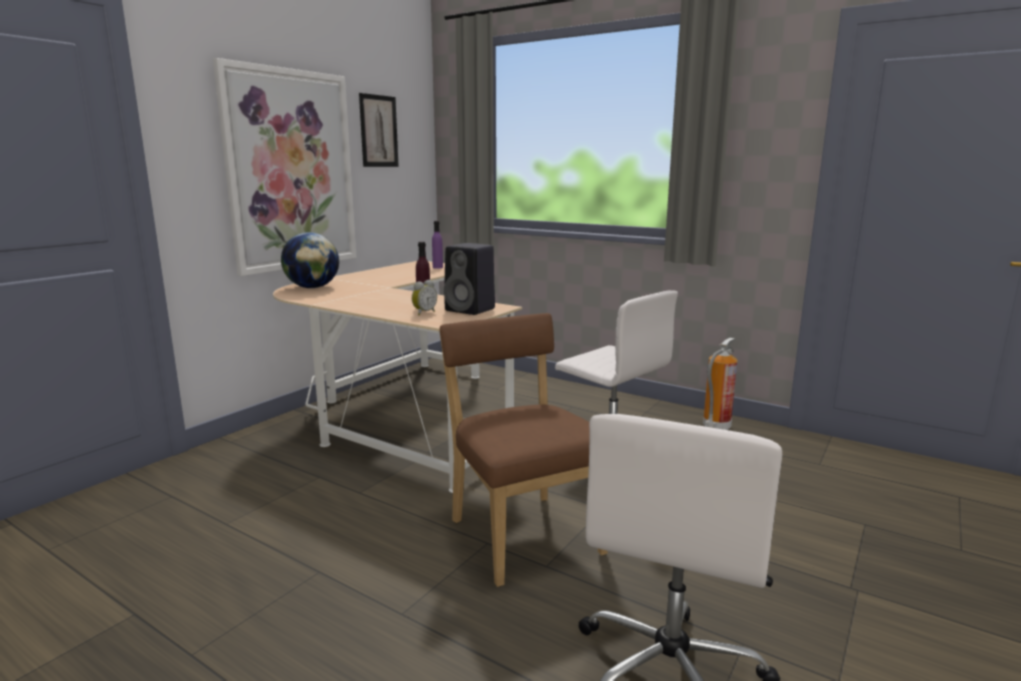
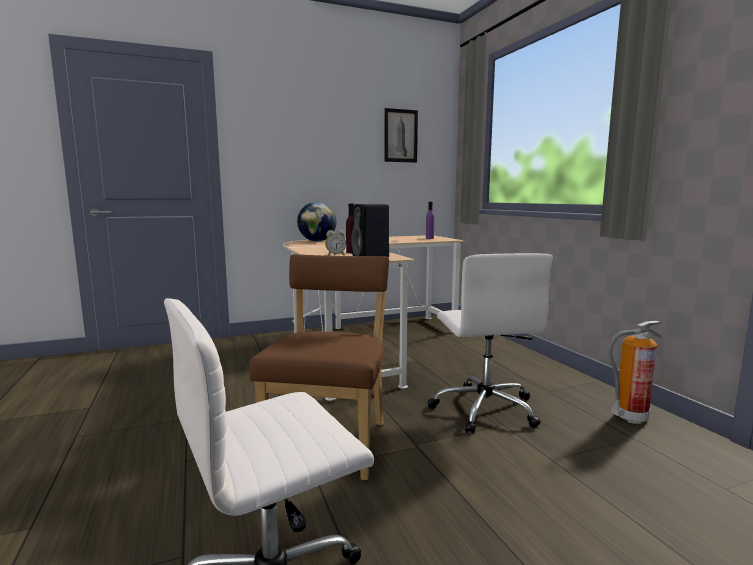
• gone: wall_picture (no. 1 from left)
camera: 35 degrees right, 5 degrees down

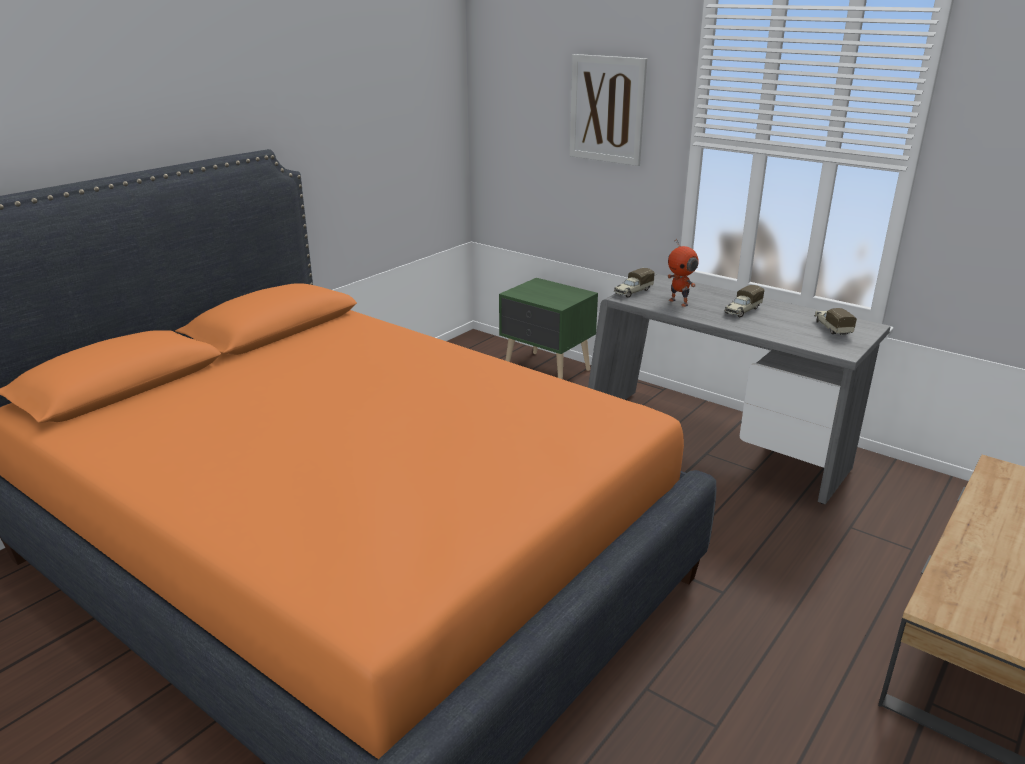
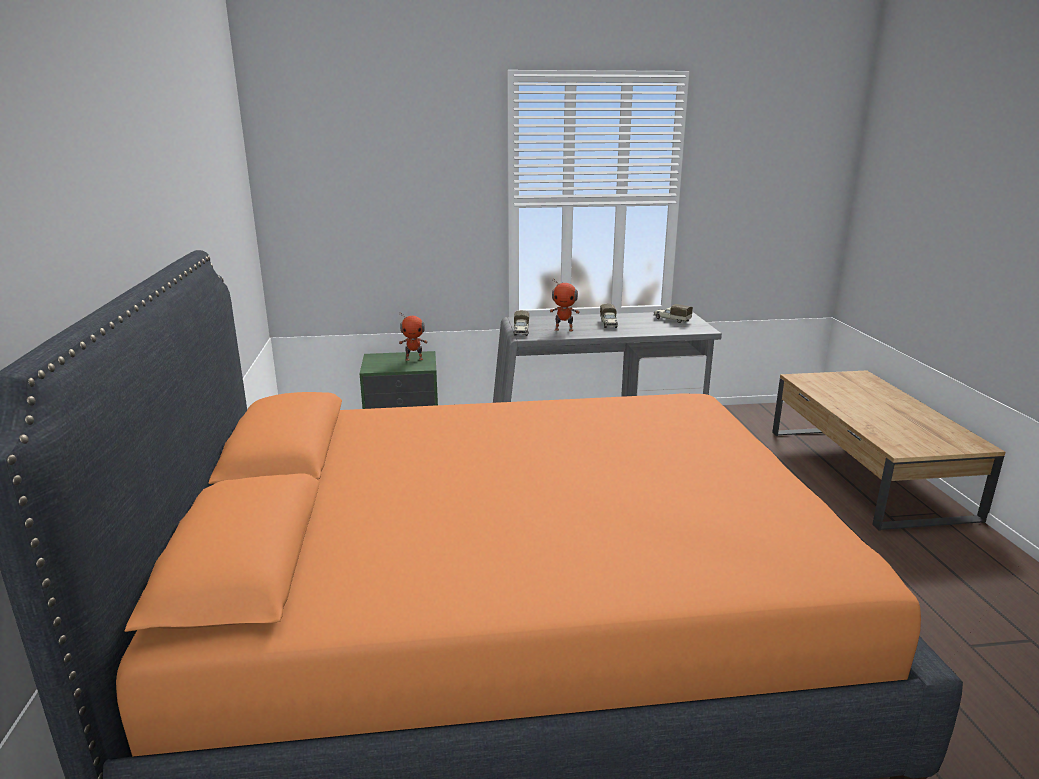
• new: toy_robot (no. 1 from left)
• gone: wall_picture
camera: 45 degrees left, 5 degrees down

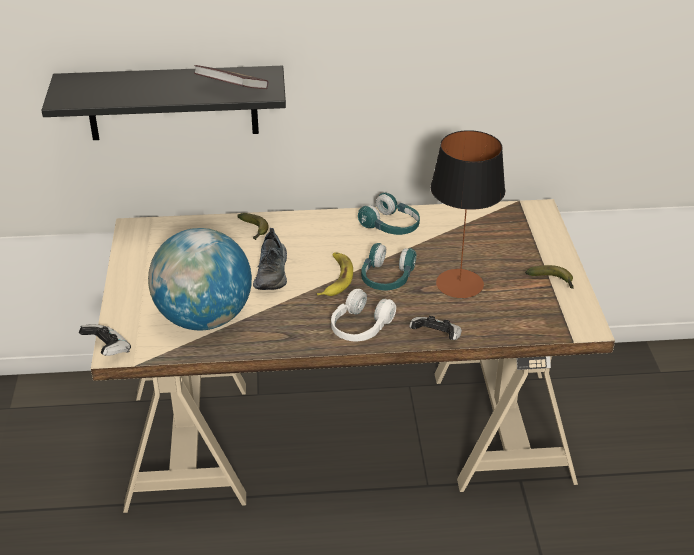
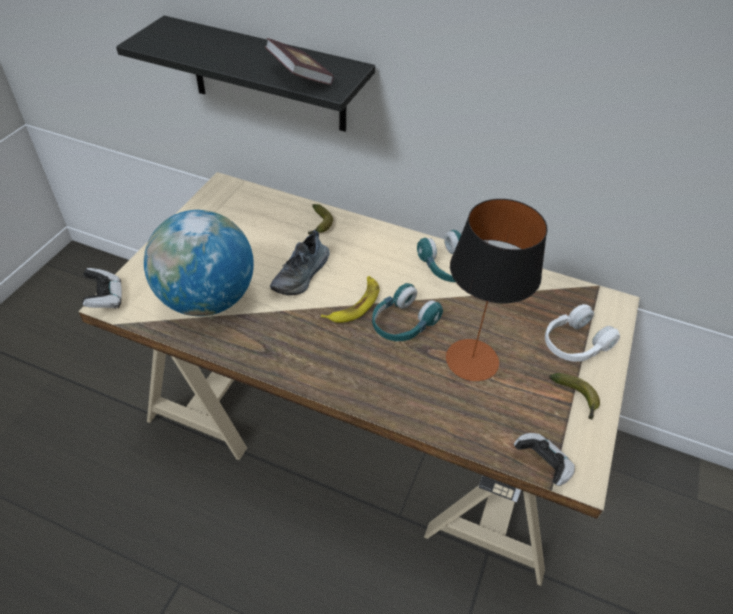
• shifted: gamepad (no. 2 from left)
• shifted: white-coloured_pair_of_headphones
camera: 25 degrees right, 10 degrees up

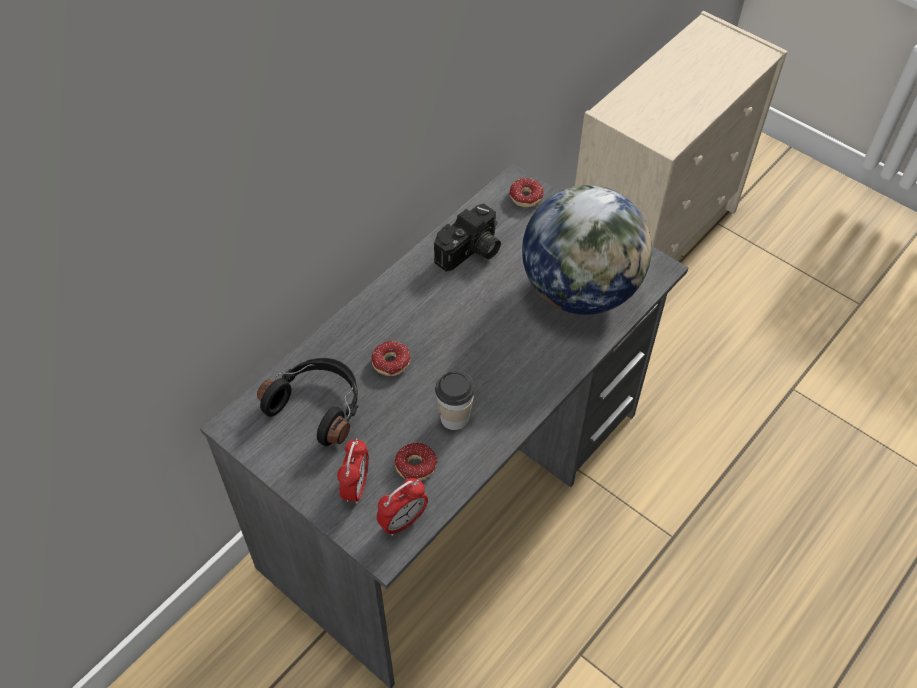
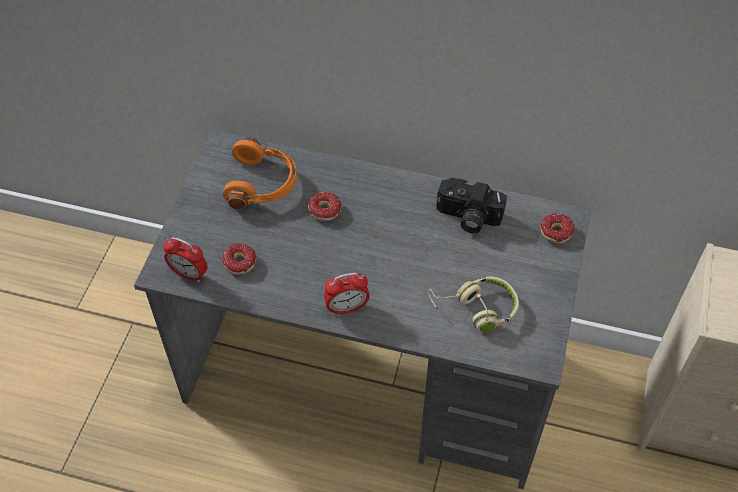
• repainted: black-coloured_pair_of_headphones to orange_pair_of_headphones
• shifted: alarm_clock (no. 1 from left in the first image) to alarm_clock (no. 2 from left)
• swapped: world_globe to beige_pair_of_headphones
• gone: cup
camera: 65 degrees right, 0 degrees up

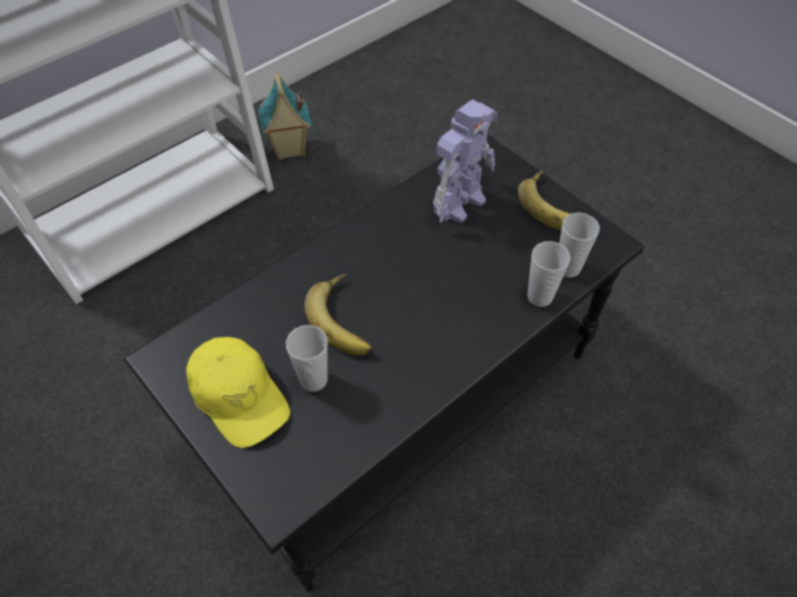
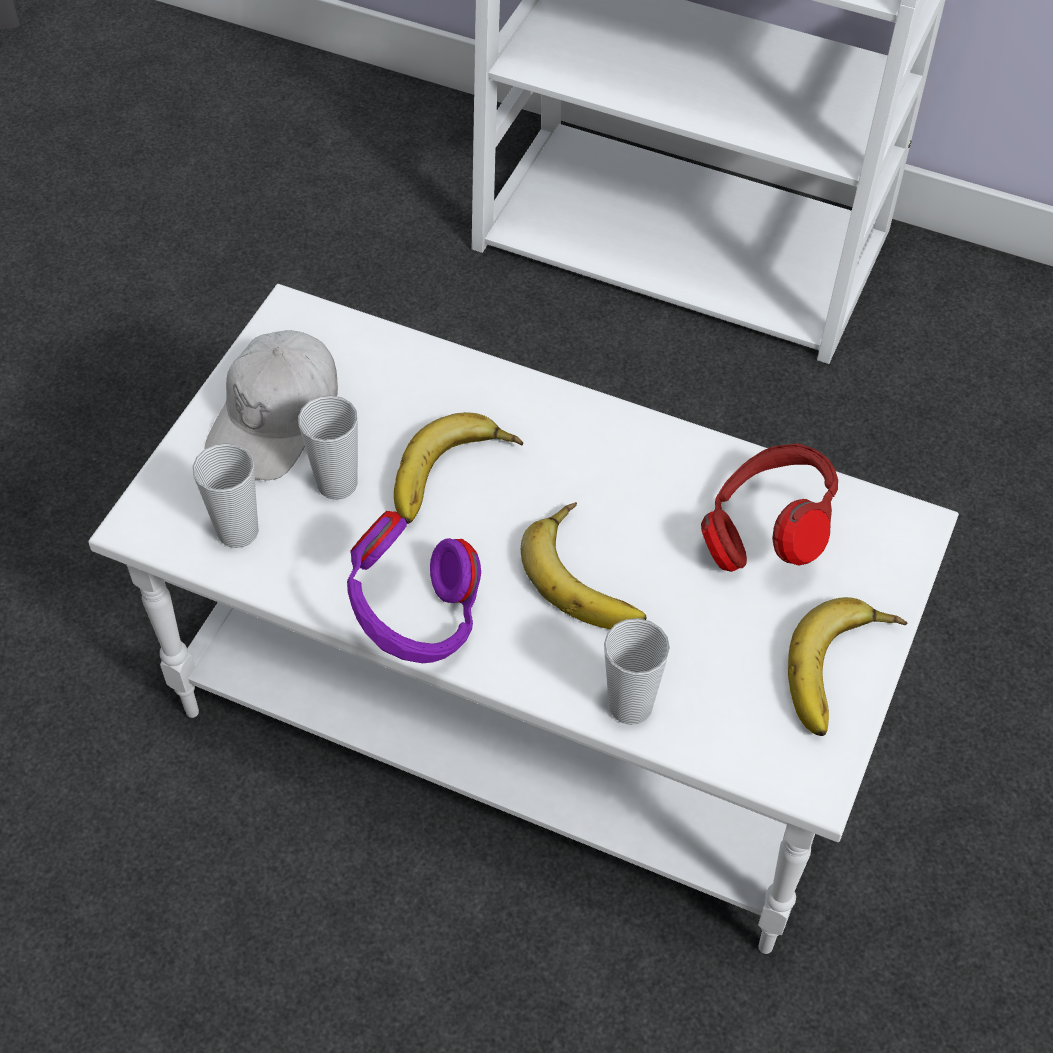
• repainted: black-coloured_low_table to white-coloured_low_table
• shifted: cup (no. 3 from left in the first image) to cup (no. 1 from left)
• repainted: yellowish_peaked_cap to white-coloured_peaked_cap
• new: purple_pair_of_headphones
• new: banana_fruit (no. 2 from left)
• swapped: toy_robot to red-coloured_pair_of_headphones
• gone: toy_house
camera: 65 degrees right, 0 degrees up

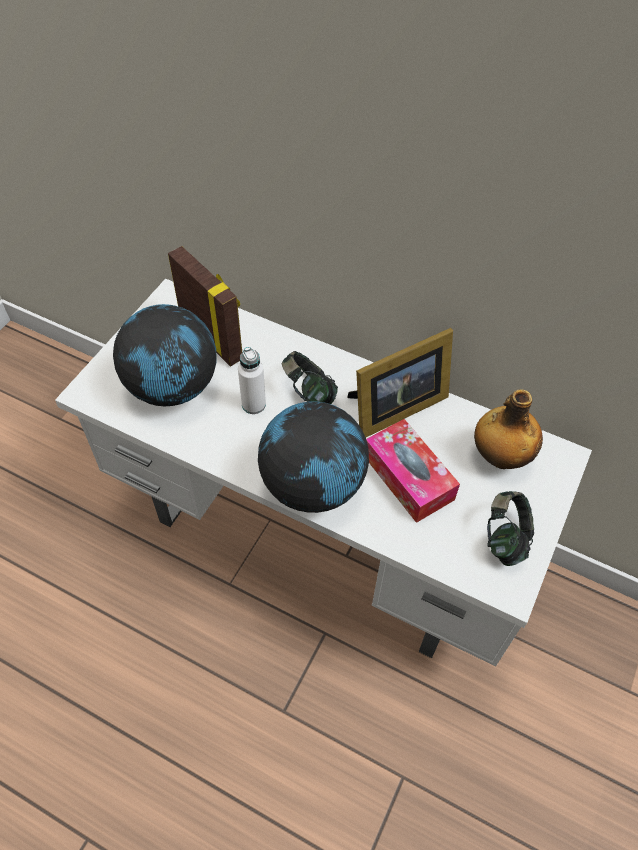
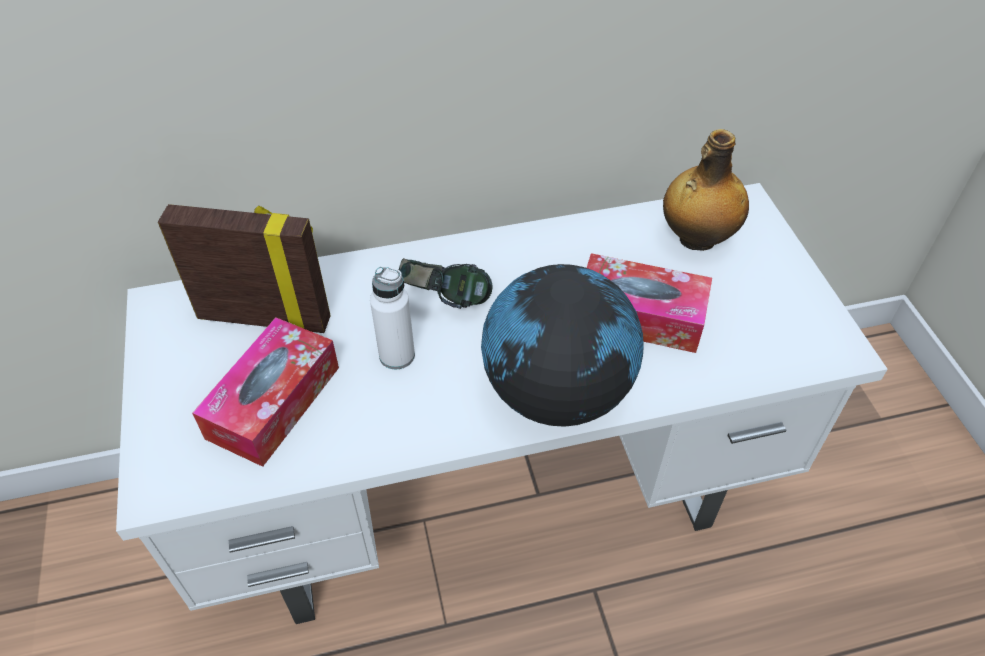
• swapped: world_globe (no. 1 from left) to tissue_holder (no. 1 from left)
• gone: picture_frame (no. 2 from left)
• gone: pair_of_headphones (no. 2 from left)
camera: 40 degrees left, 5 degrees down

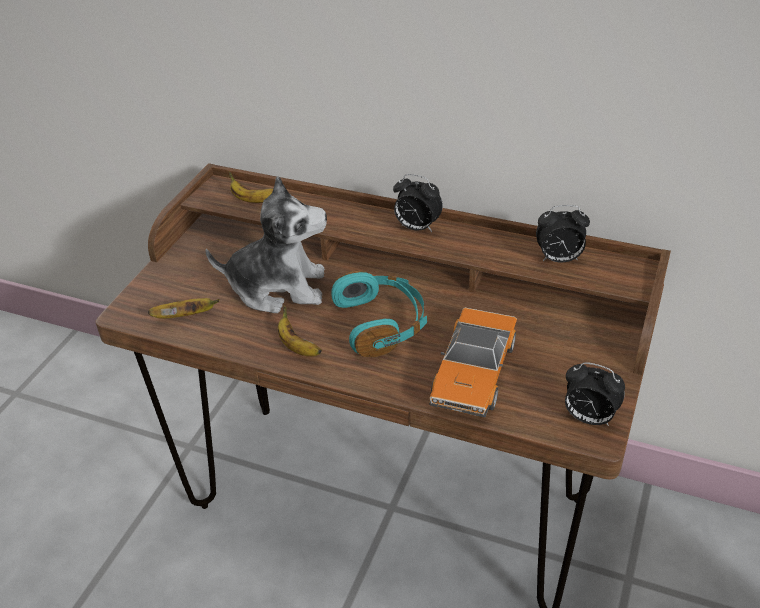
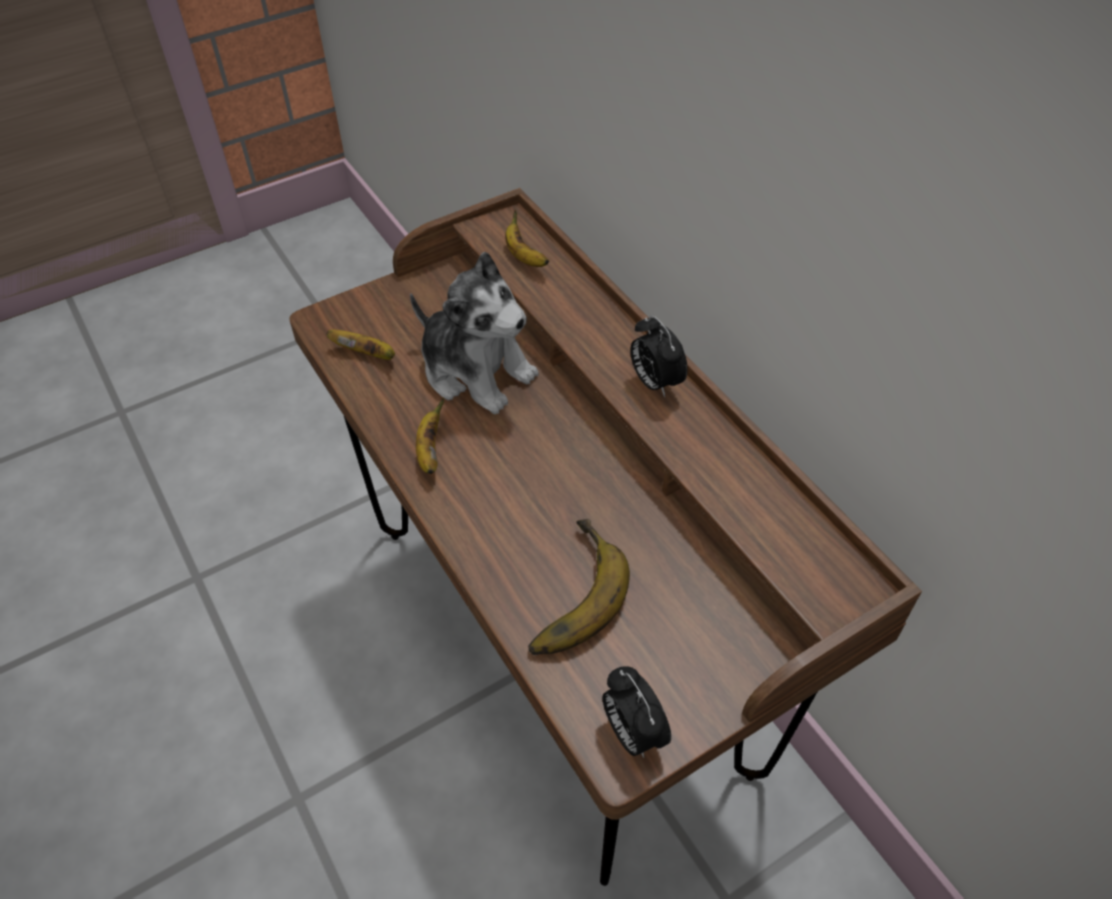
• swapped: model_car to banana_fruit (no. 4 from left)
• gone: turquoise_pair_of_headphones
• gone: alarm_clock (no. 2 from left)
camera: 35 degrees right, 10 degrees up

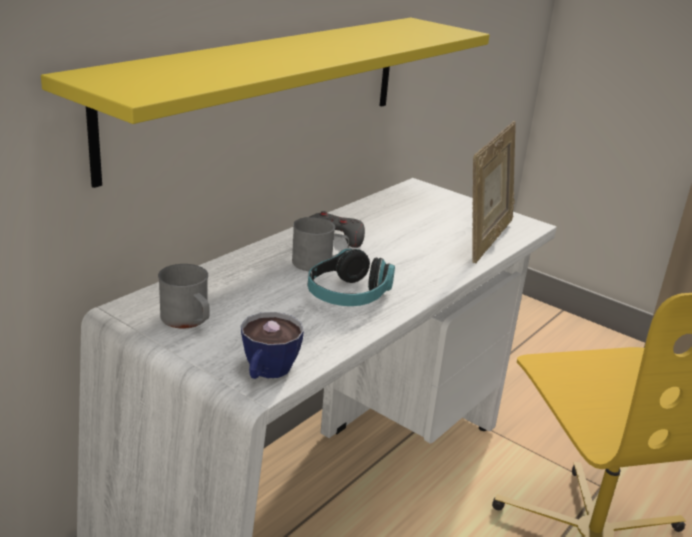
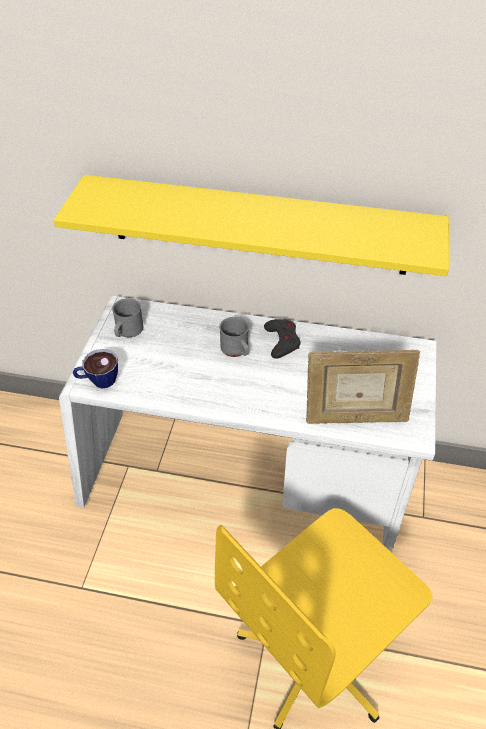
• gone: pair_of_headphones
camera: 65 degrees right, 20 degrees up

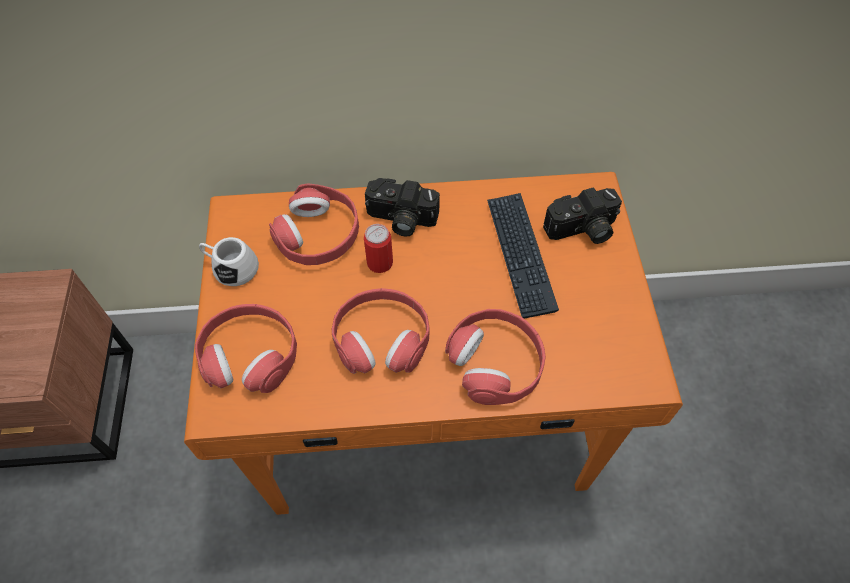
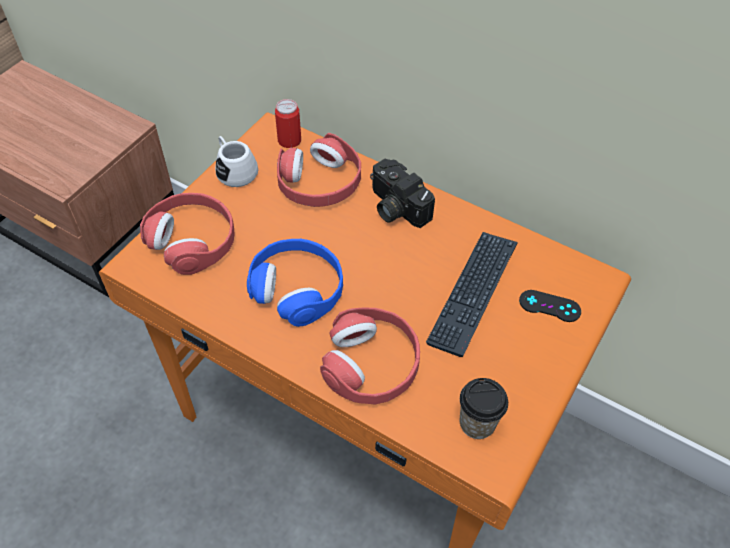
• repainted: red-coloured_pair_of_headphones (no. 3 from left) to bluish_pair_of_headphones
• shifted: sealed_can
• new: cup
• swapped: photo_camera (no. 2 from left) to black-coloured_gamepad
camera: 35 degrees right, 5 degrees down

